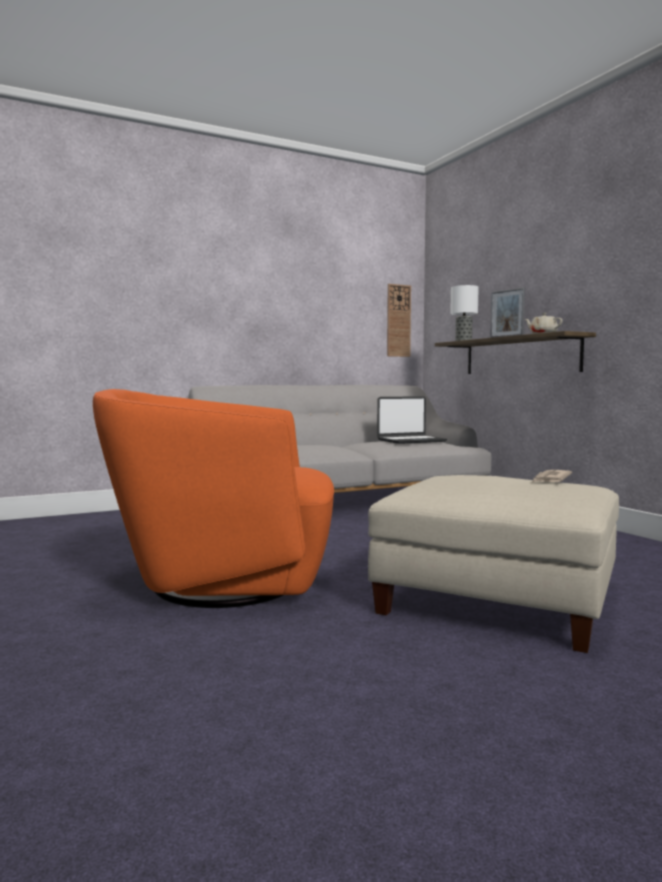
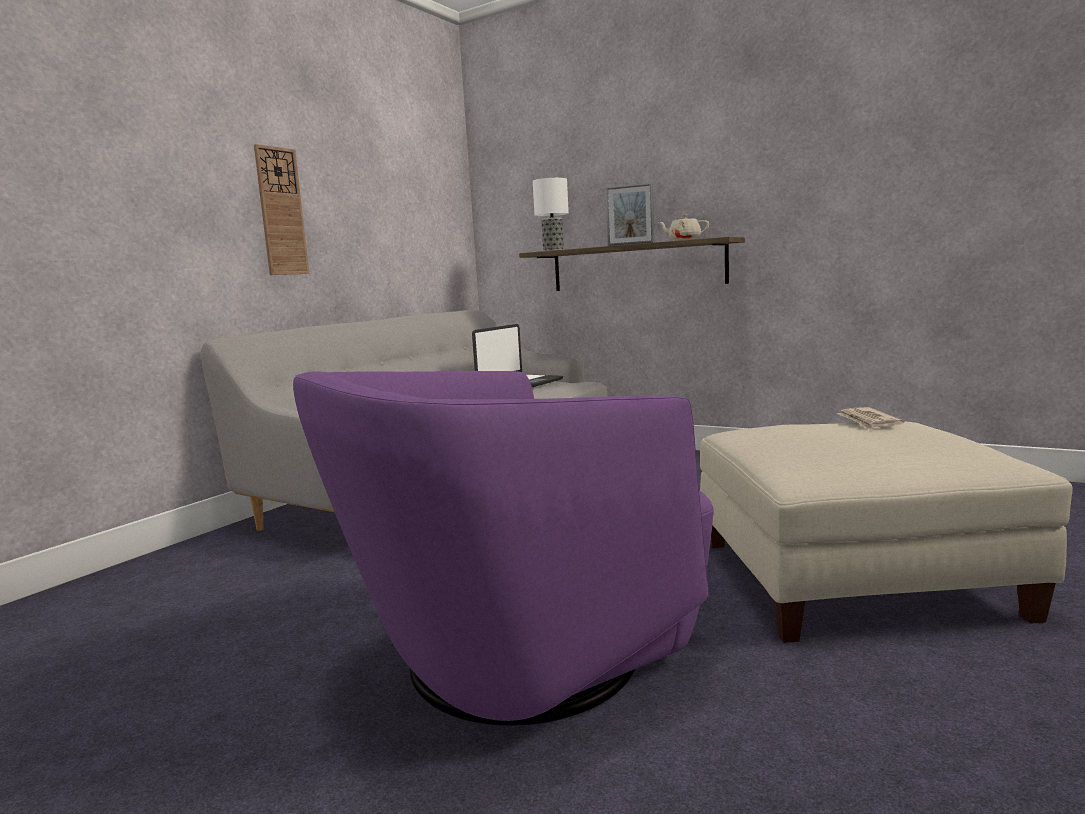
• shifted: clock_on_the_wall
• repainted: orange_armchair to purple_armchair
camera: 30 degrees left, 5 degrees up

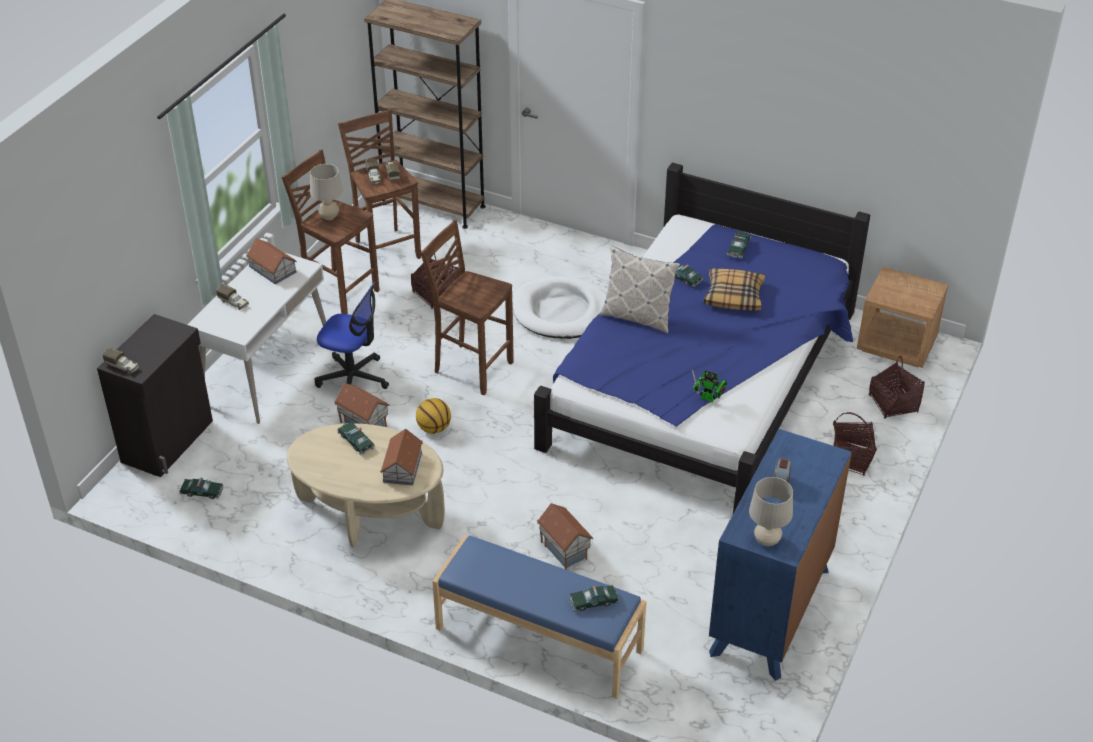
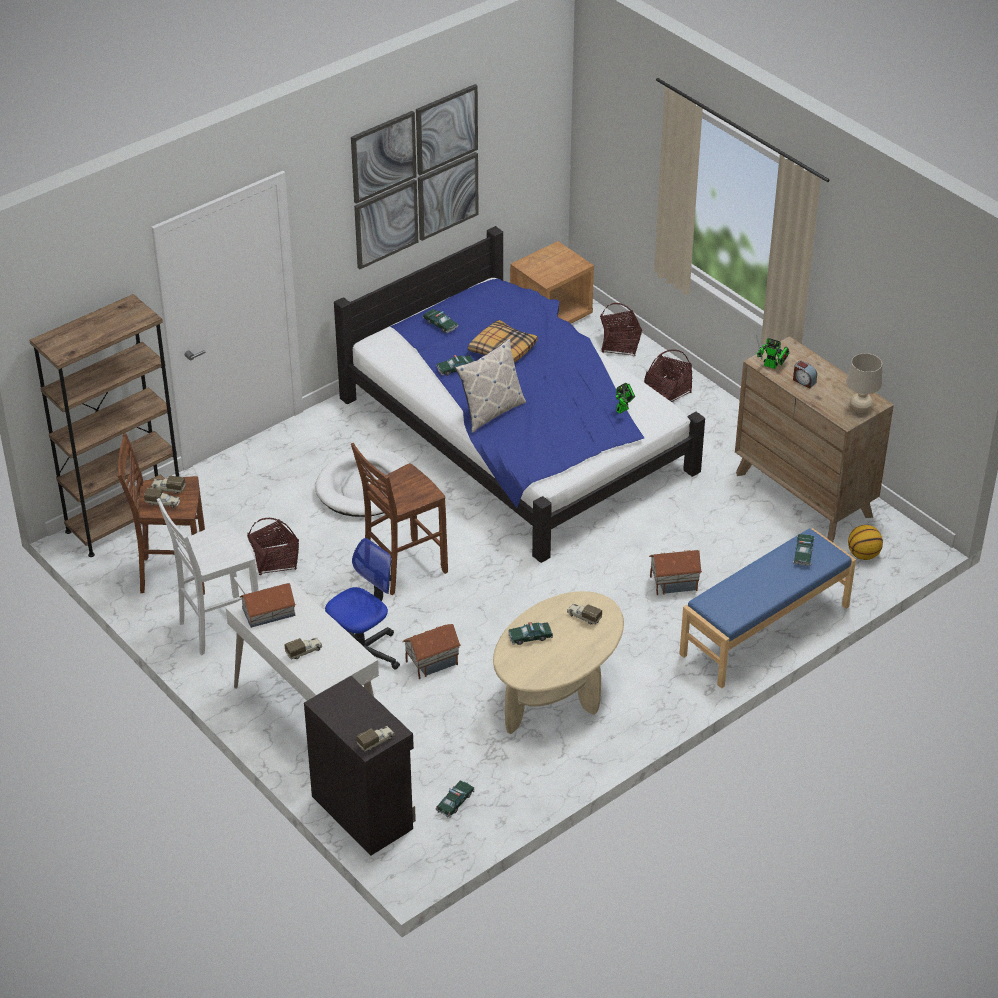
• repainted: brown-coloured_sitting_stool (no. 1 from left) to white-coloured_sitting_stool
• new: wall_picture
• swapped: toy_house (no. 3 from left) to model_truck (no. 5 from left)
• repainted: bluish_drawer_chest to brown-coloured_drawer_chest
• new: toy_robot (no. 2 from left)
• shifted: basketball_ball
• gone: beige_tabletop_lamp (no. 1 from left)
camera: 65 degrees left, 0 degrees up

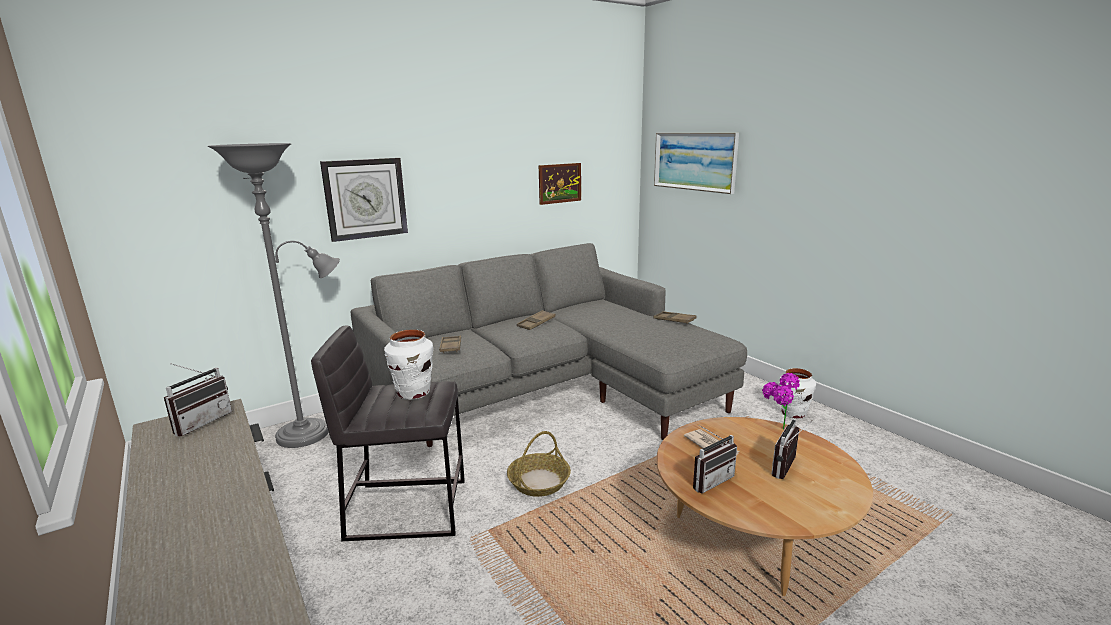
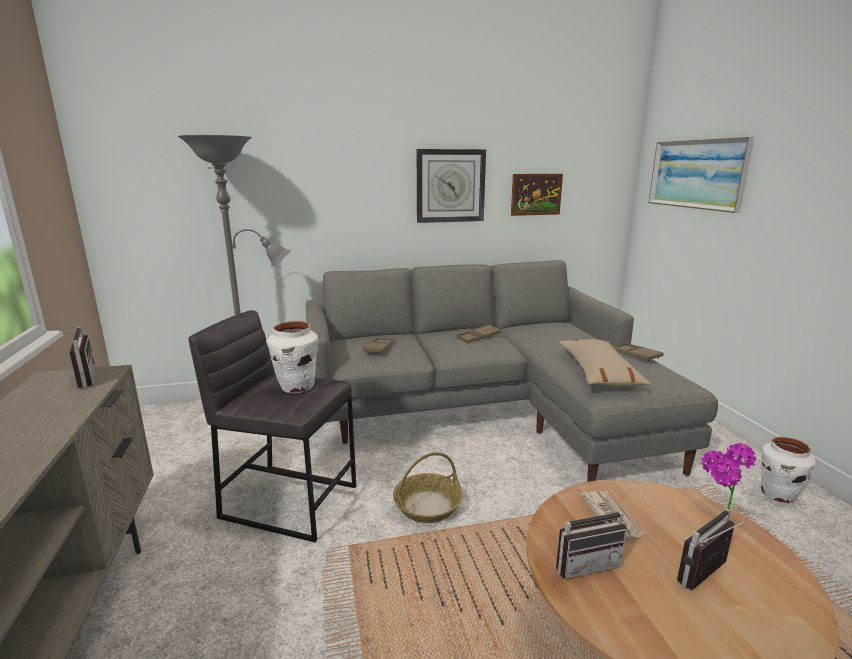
• rotated: radio_set (no. 1 from left) 75 degrees counterclockwise
• shifted: clock_on_the_wall
• new: beige_throw_pillow
camera: 20 degrees right, 0 degrees up

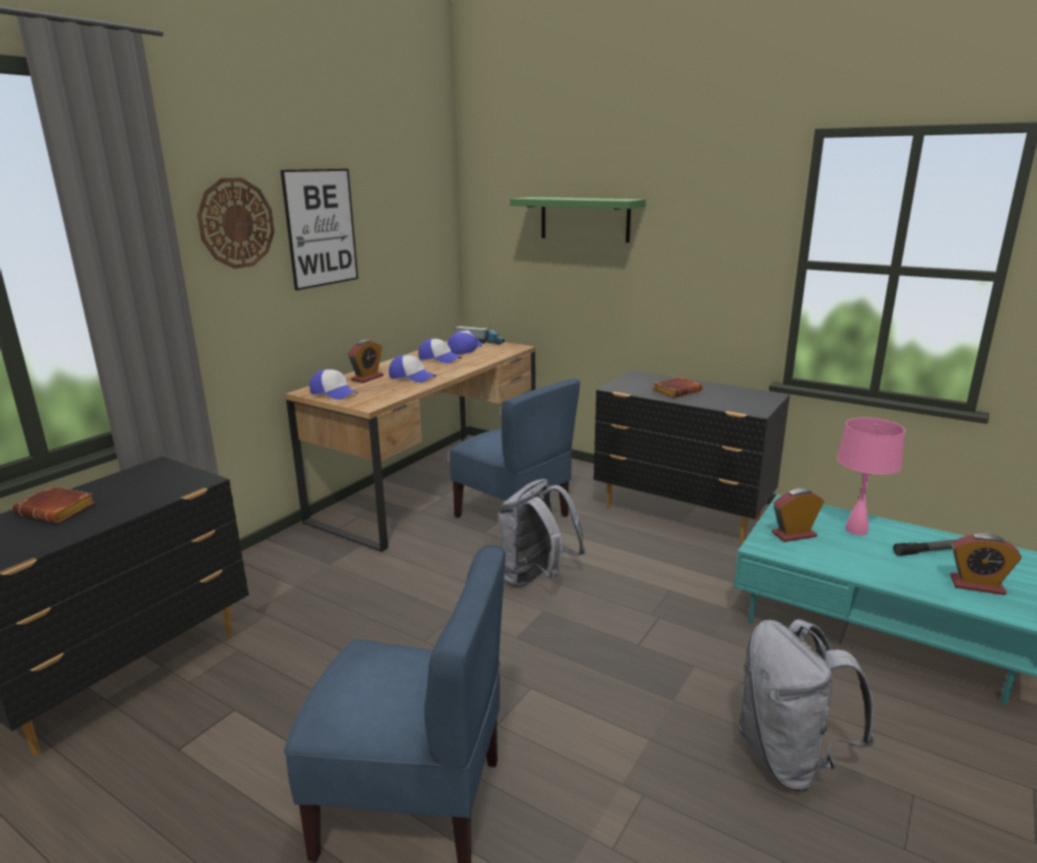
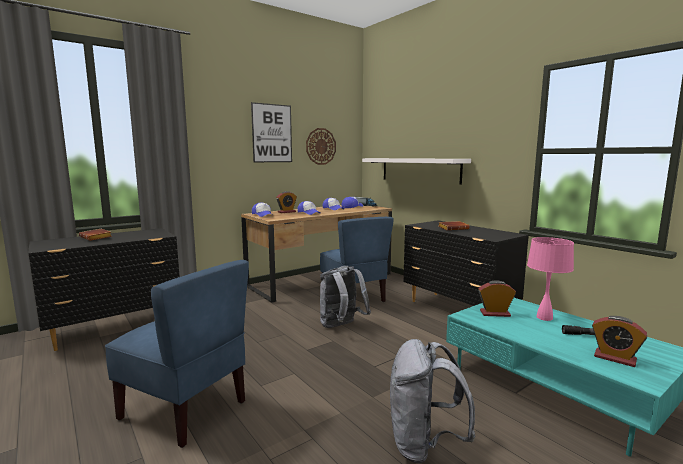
• shifted: clock_on_the_wall
• new: white-coloured_shelf
• gone: greenish_shelf
camera: 20 degrees right, 10 degrees down

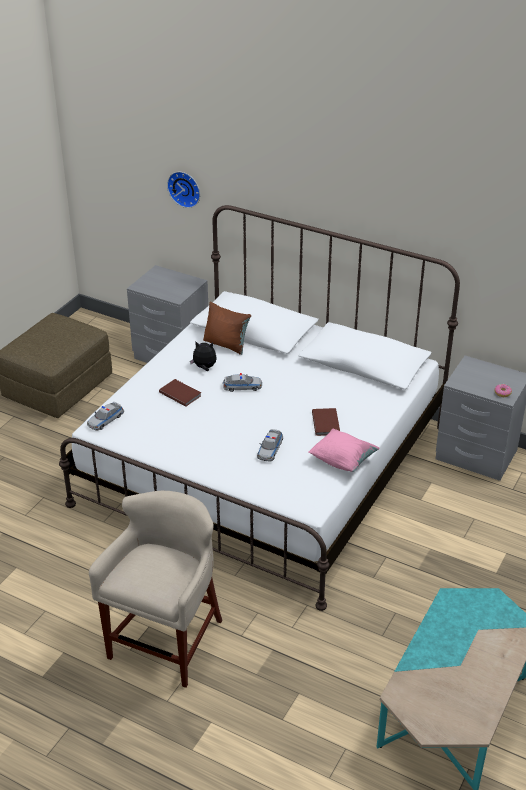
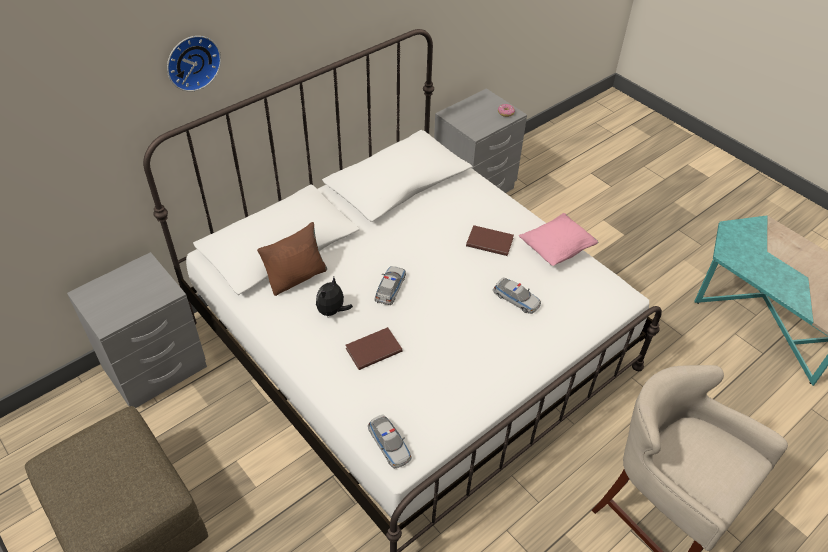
• shifted: clock_on_the_wall
camera: 70 degrees left, 10 degrees up

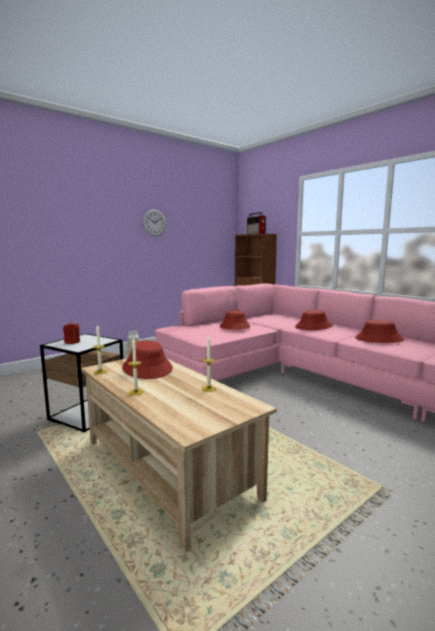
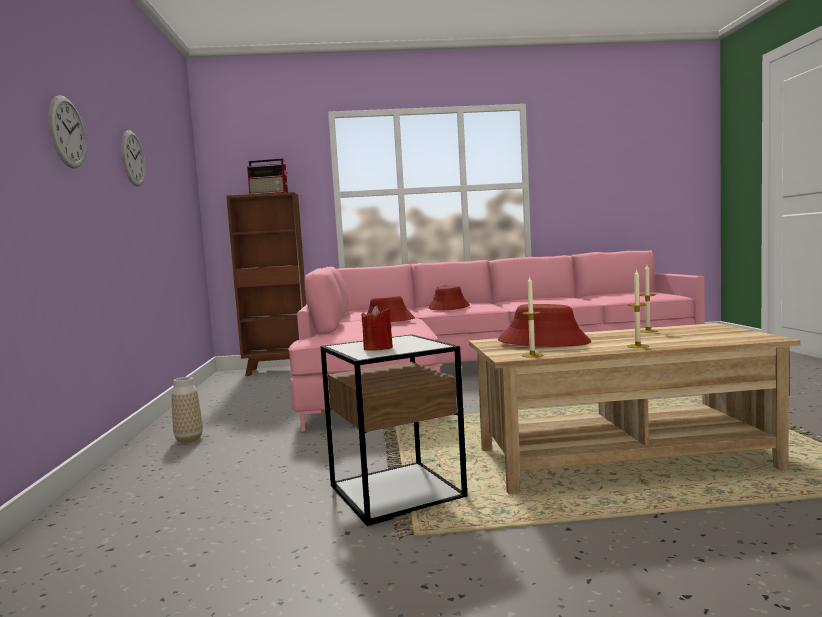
• new: clock_on_the_wall (no. 1 from left)
• gone: red-coloured_clothing_hat (no. 4 from left)
camera: 55 degrees left, 5 degrees down

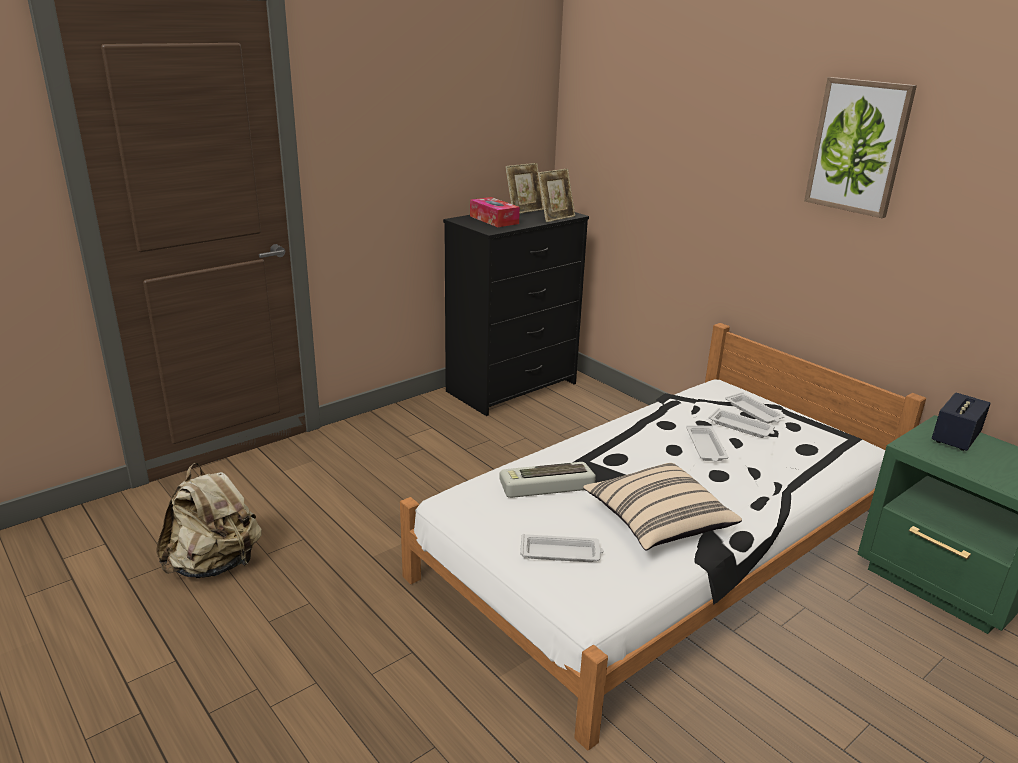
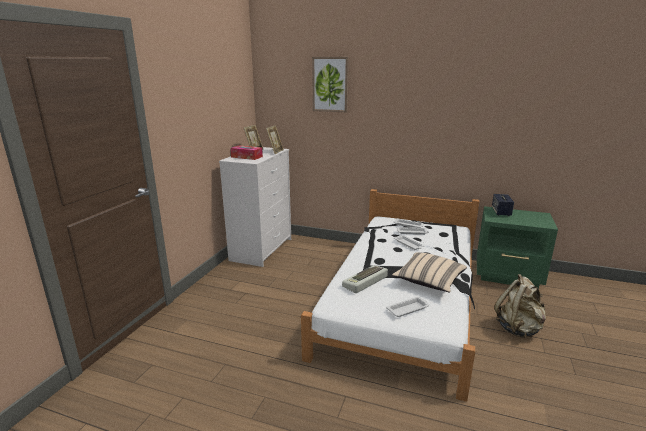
• repainted: black-coloured_drawer_chest to white-coloured_drawer_chest
• shifted: wall_picture
• shifted: beige_backpack
camera: 30 degrees left, 5 degrees down

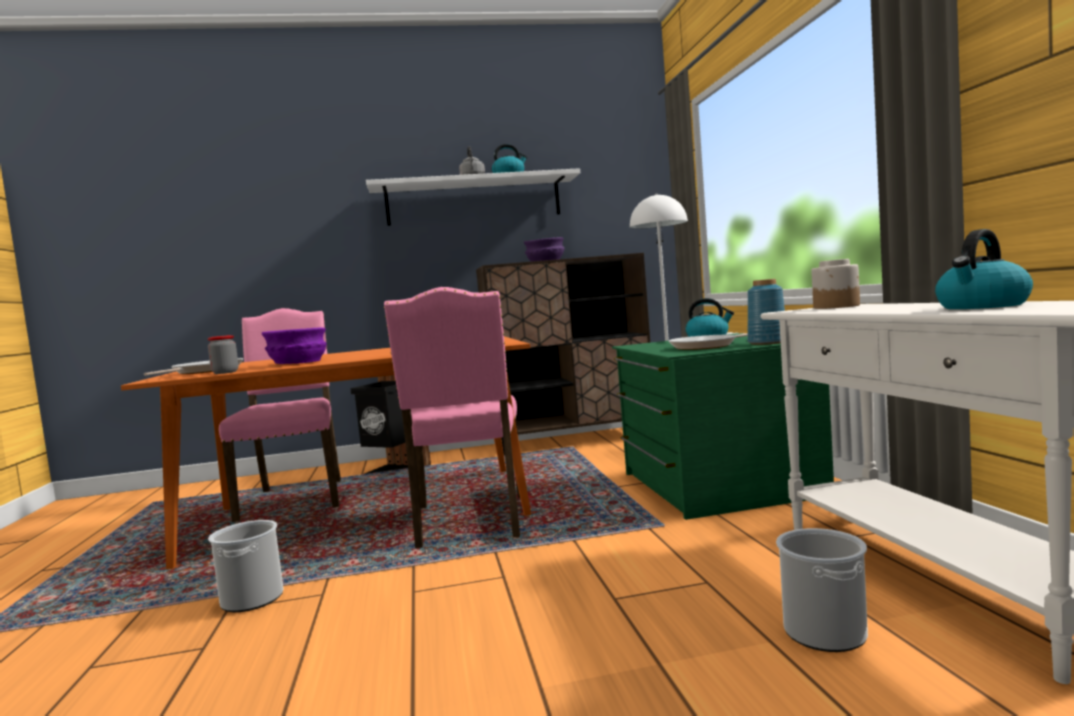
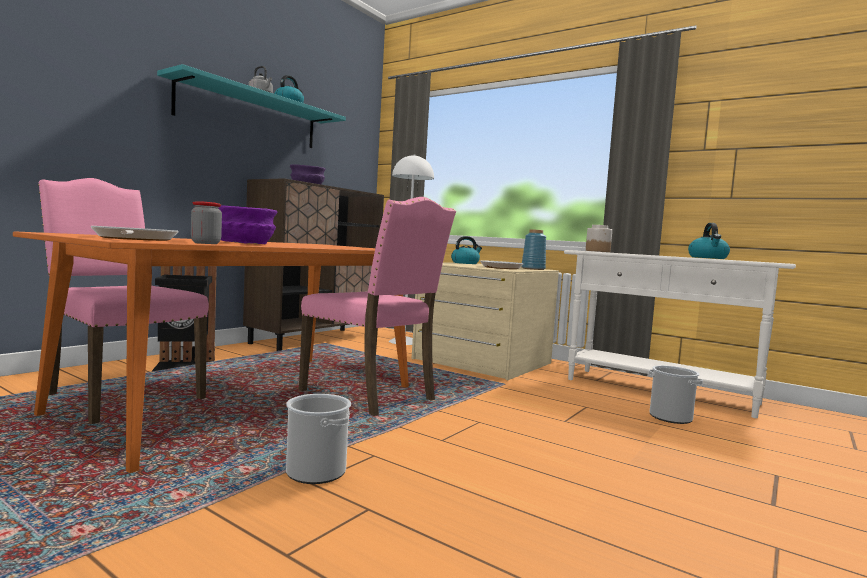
• repainted: white-coloured_shelf to turquoise_shelf
• repainted: greenish_drawer_chest to beige_drawer_chest
camera: 45 degrees left, 0 degrees up

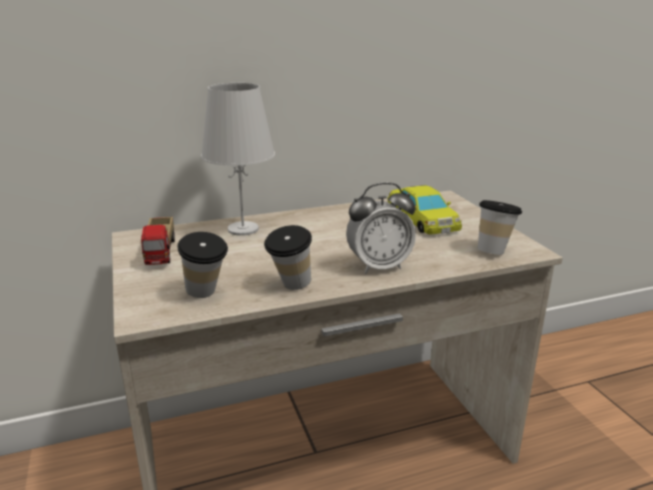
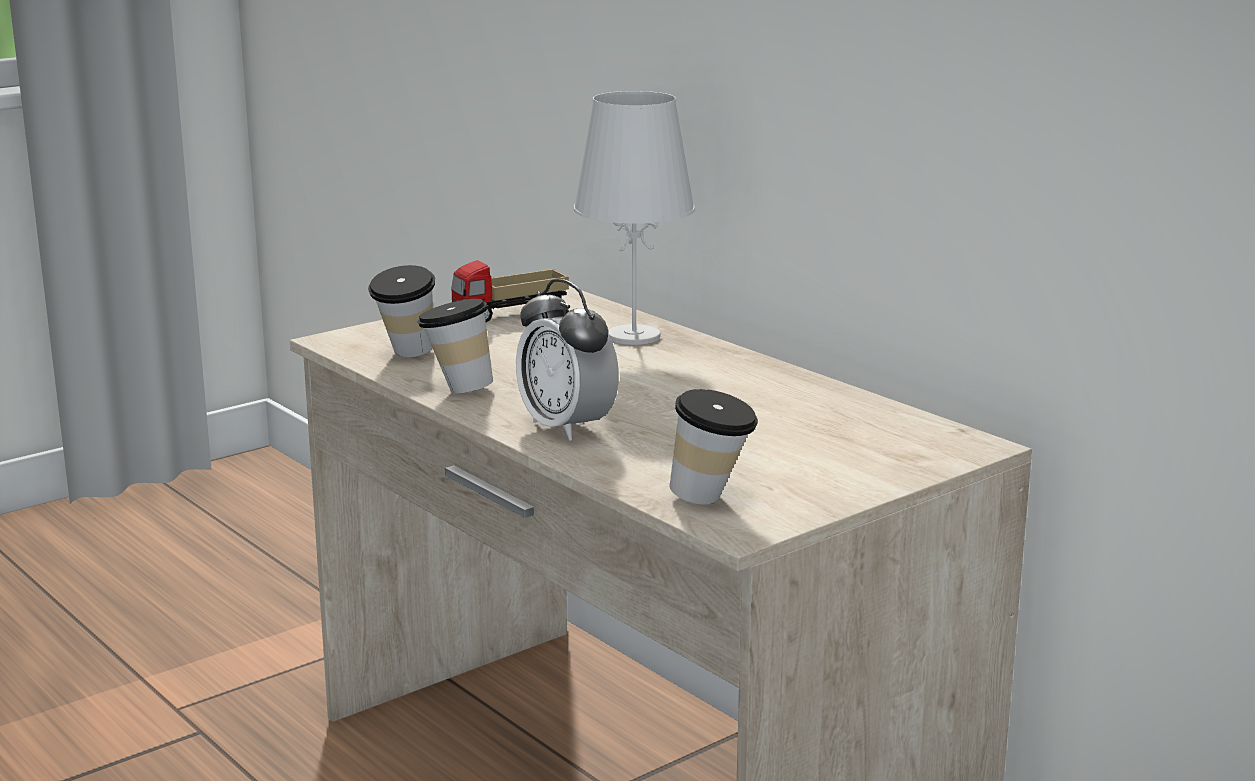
• gone: yellowish_model_car
camera: 70 degrees right, 5 degrees down

